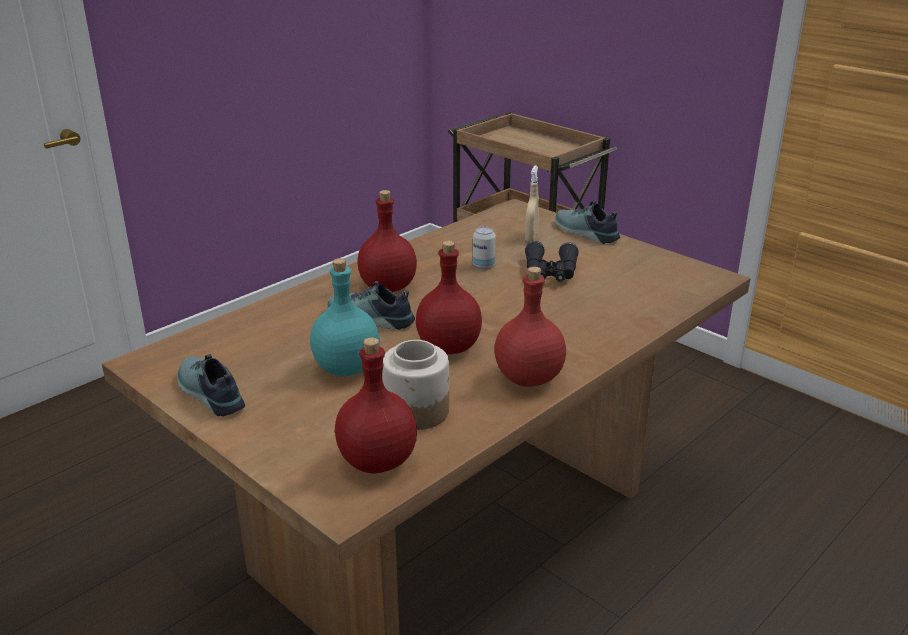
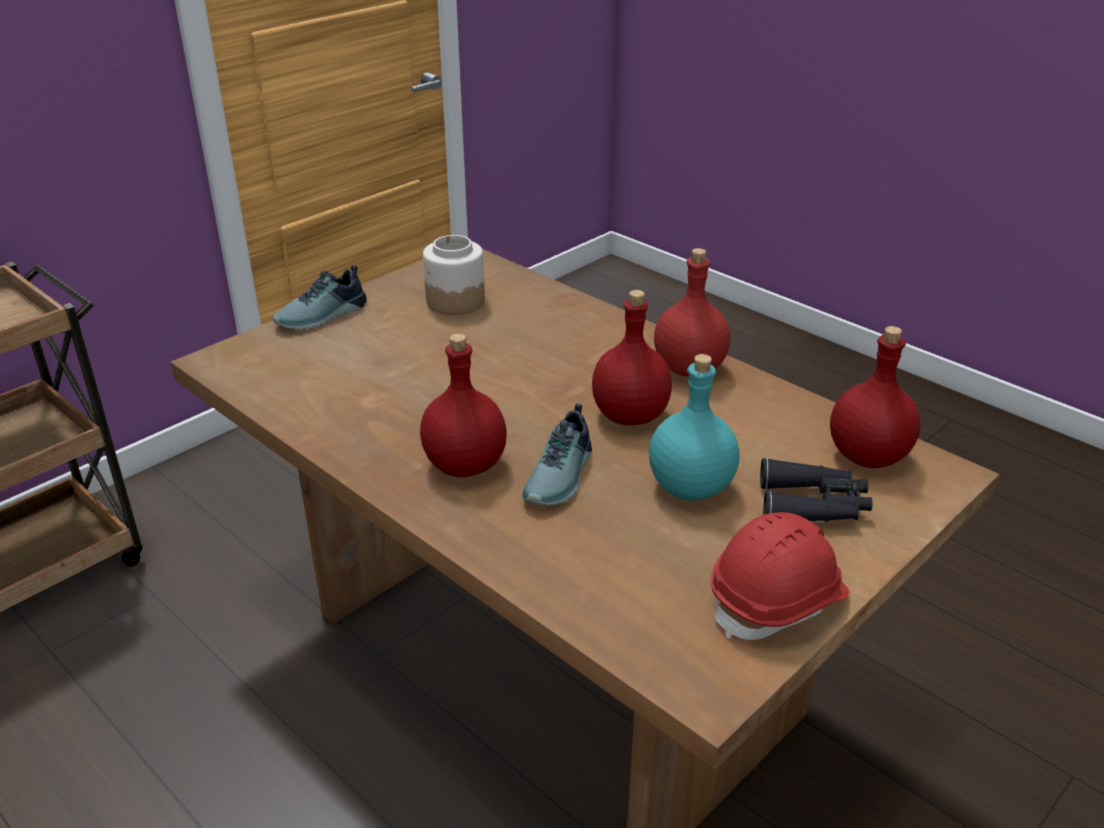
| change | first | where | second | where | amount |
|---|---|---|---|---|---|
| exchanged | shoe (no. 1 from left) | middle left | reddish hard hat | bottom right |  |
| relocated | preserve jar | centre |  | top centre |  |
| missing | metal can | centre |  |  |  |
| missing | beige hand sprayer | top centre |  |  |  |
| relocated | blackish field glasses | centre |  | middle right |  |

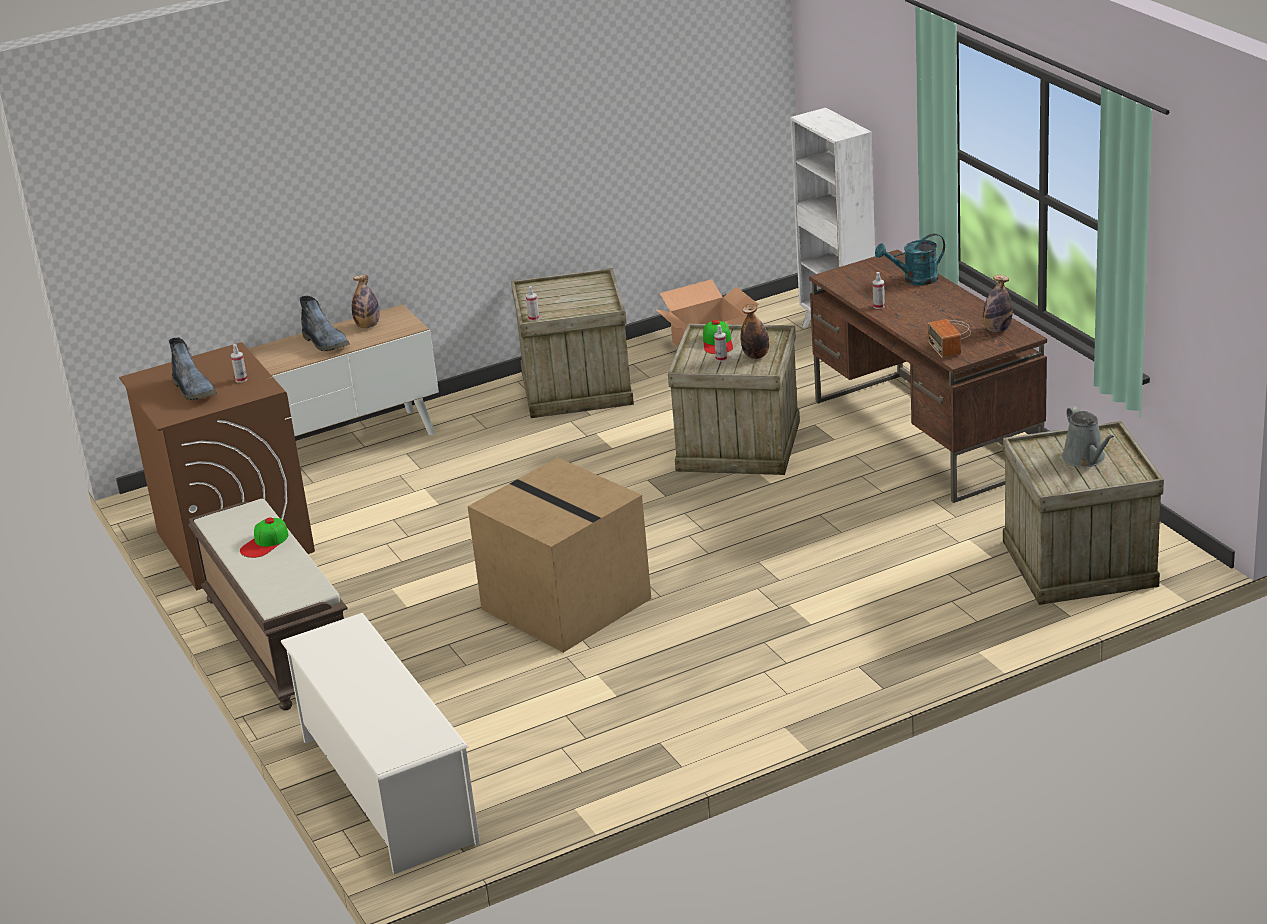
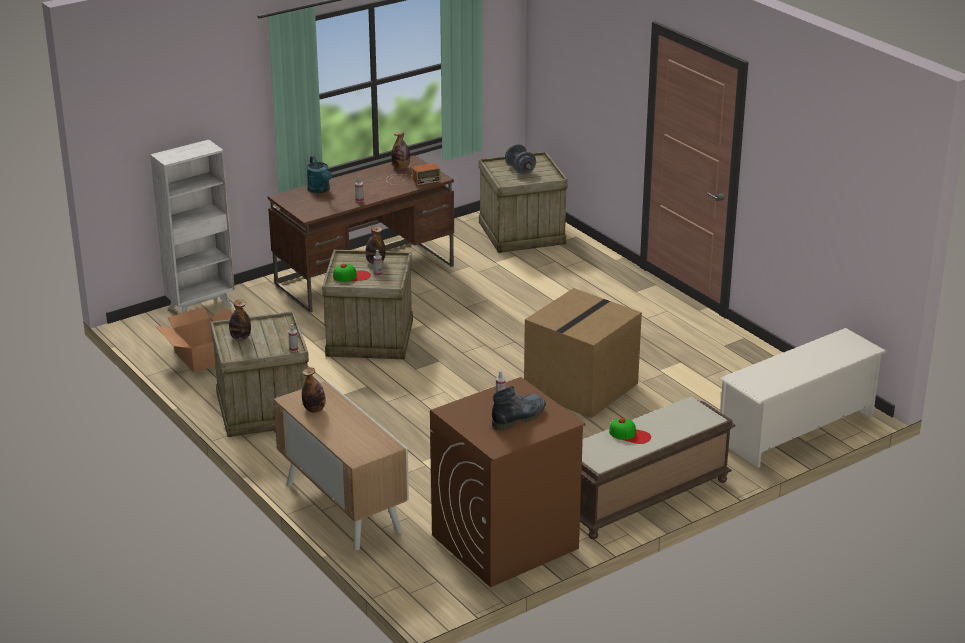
| change | first | where | second | where | amount |
|---|---|---|---|---|---|
| missing | tall boot (no. 2 from left) | middle left |  |  |  |
| exchanged | grey watering can | middle right | grey dumbbell | top centre |  |
| appeared |  |  | drink bottle (no. 1 from left) | middle left |  |

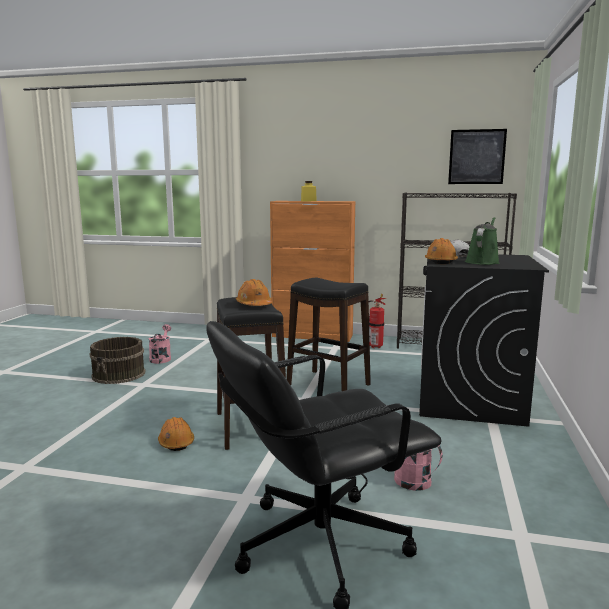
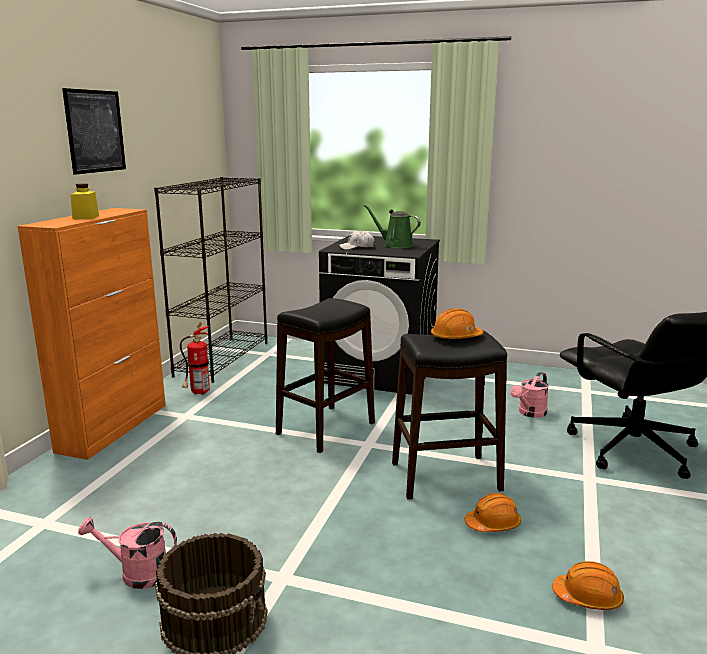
| change | first | where | second | where | amount |
|---|---|---|---|---|---|
| relocated | orange hard hat (no. 3 from left) | middle right |  | bottom right |  |
| relocated | picture | top right |  | top left |  |

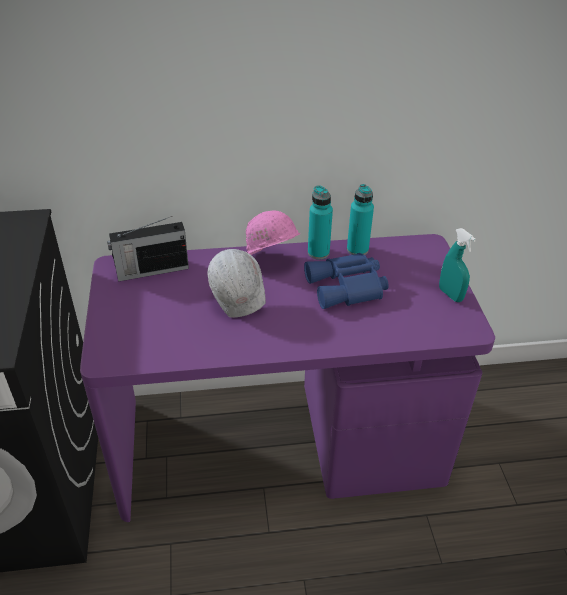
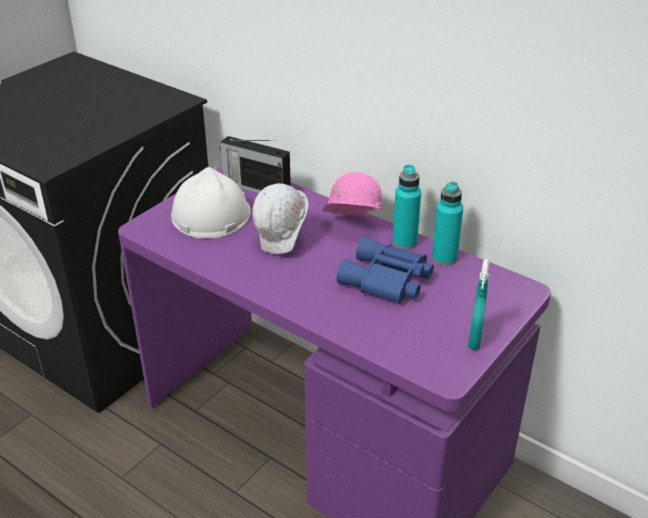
| change | first | where | second | where | amount |
|---|---|---|---|---|---|
| appeared |  |  | white-coloured hard hat (no. 1 from left) | middle left |  |

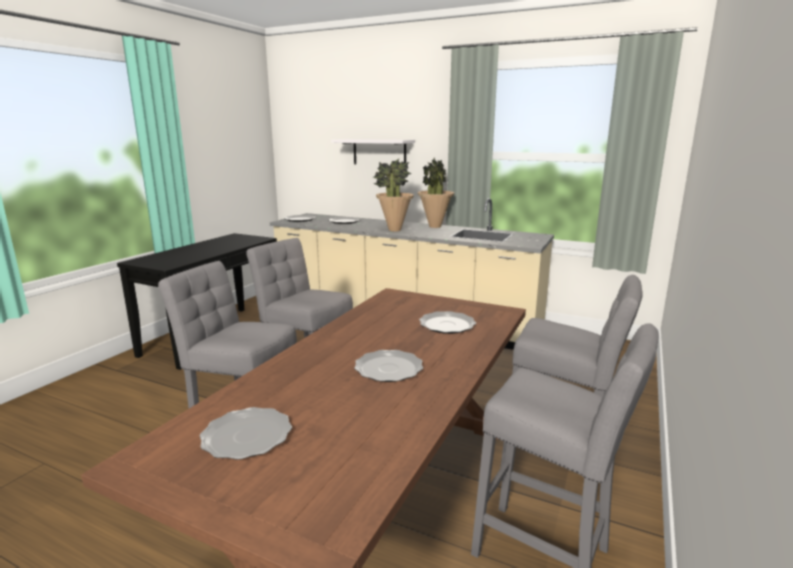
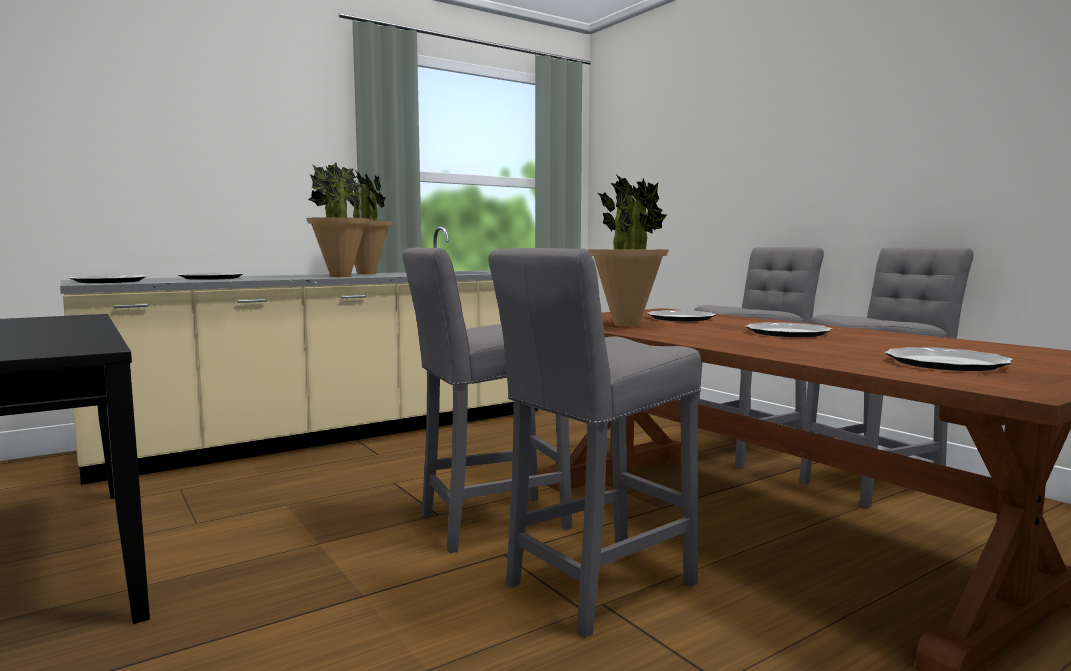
| change | first | where | second | where | amount |
|---|---|---|---|---|---|
| missing | white-coloured shelf | top centre |  |  |  |
| appeared |  |  | plant in a pot (no. 3 from left) | centre |  |

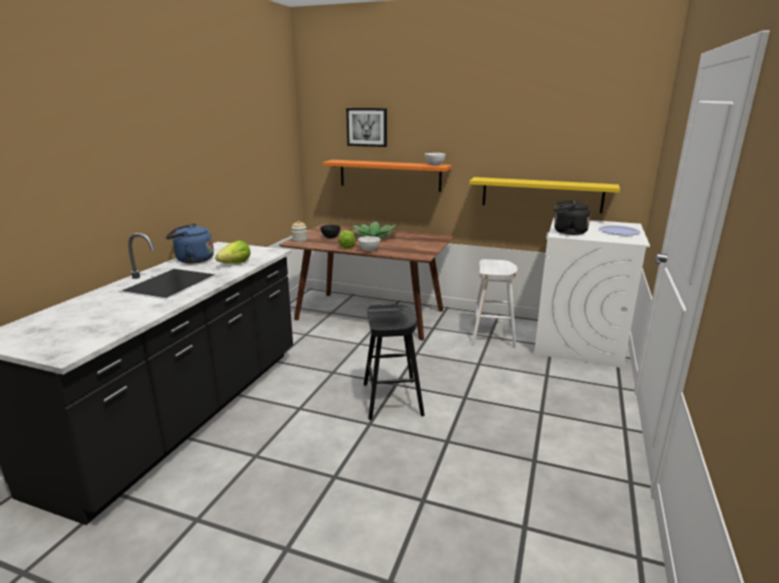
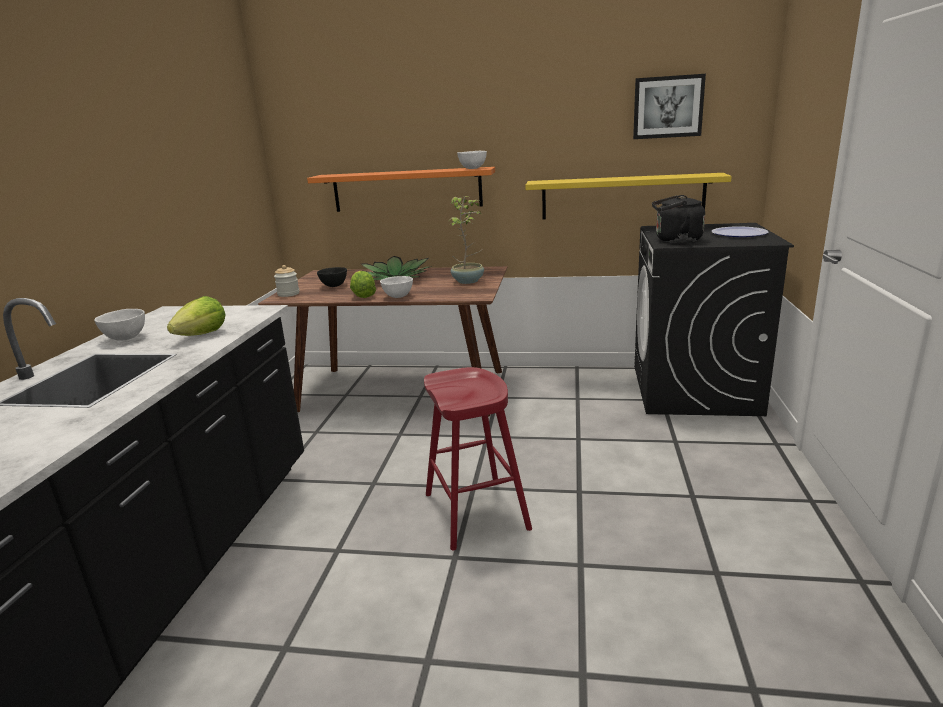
| change | first | where | second | where | amount |
|---|---|---|---|---|---|
| exchanged | blue-coloured tea kettle | middle left | white-coloured deep dish (no. 1 from left) | middle left |  |
| relocated | picture | top centre |  | top right |  |
| colour | blackish stool seat | centre | reddish stool seat | centre |  |
| missing | white-coloured stool seat | centre |  |  |  |
| colour | white-coloured laundry appliance | middle right | blackish laundry appliance | middle right |  |
| appeared |  |  | plant in a pot (no. 2 from left) | centre |  |

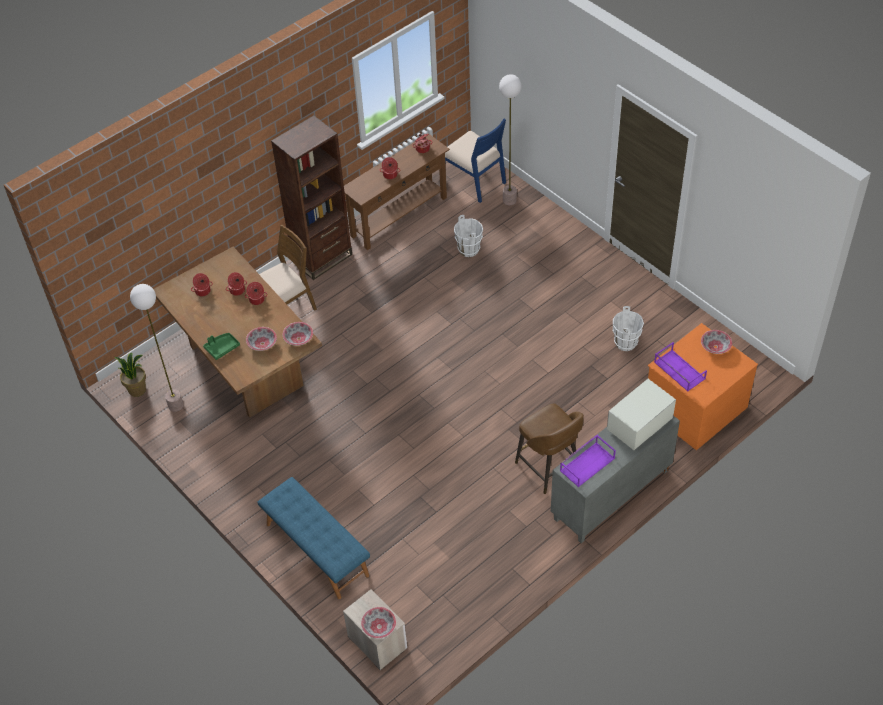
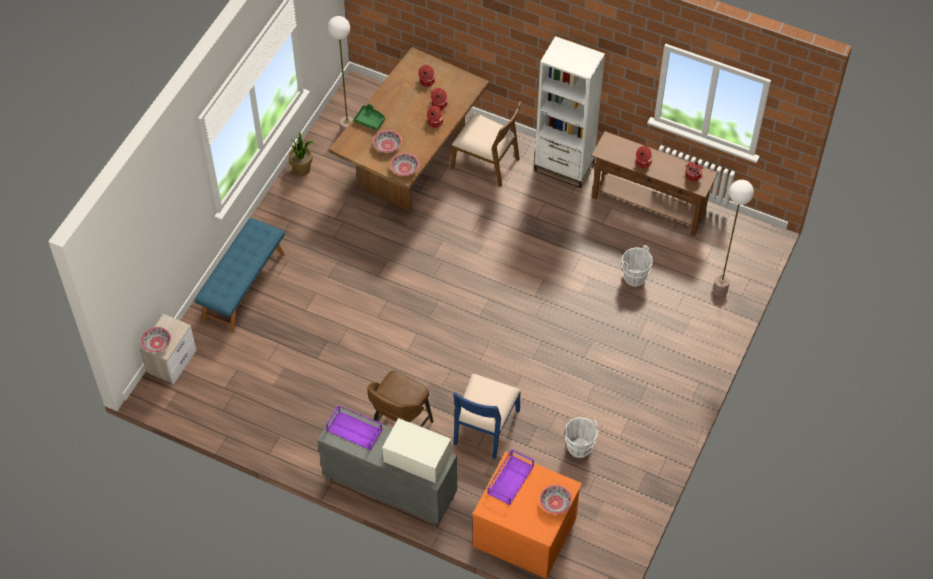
| change | first | where | second | where | amount |
|---|---|---|---|---|---|
| relocated | plant in a pot | middle left |  | top left |  |
| colour | brown-coloured bookcase | top centre | white-coloured bookcase | top centre |  |
| relocated | blue-coloured plain chair | top centre |  | bottom centre |  |

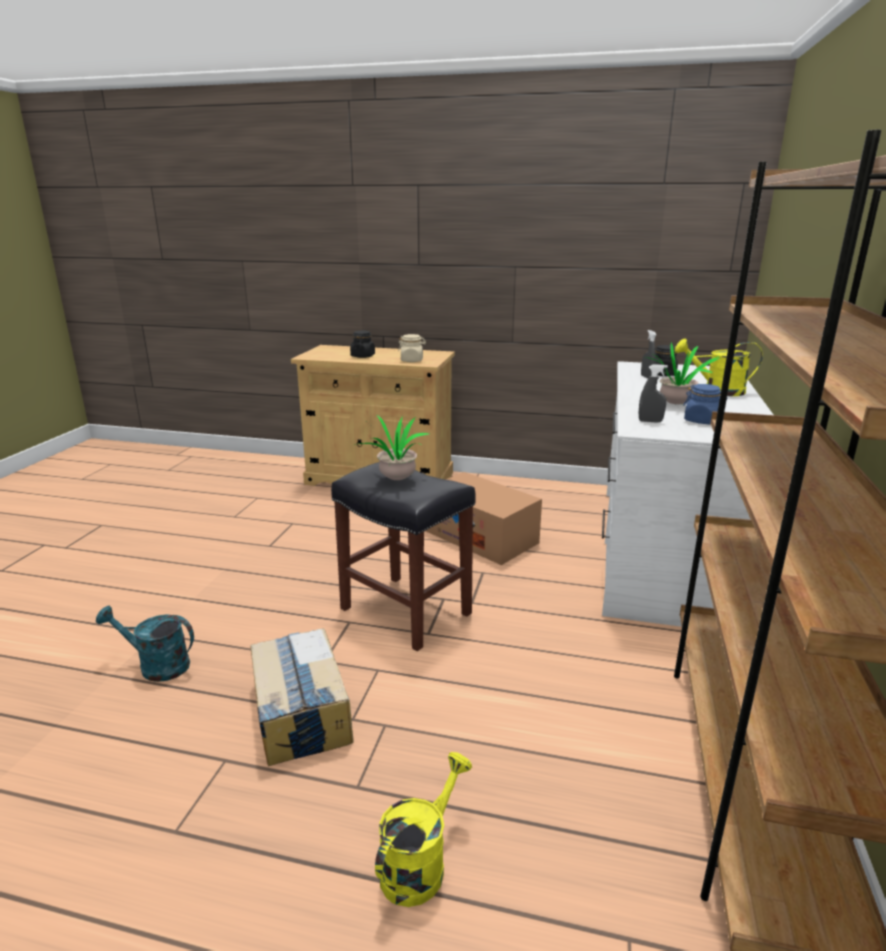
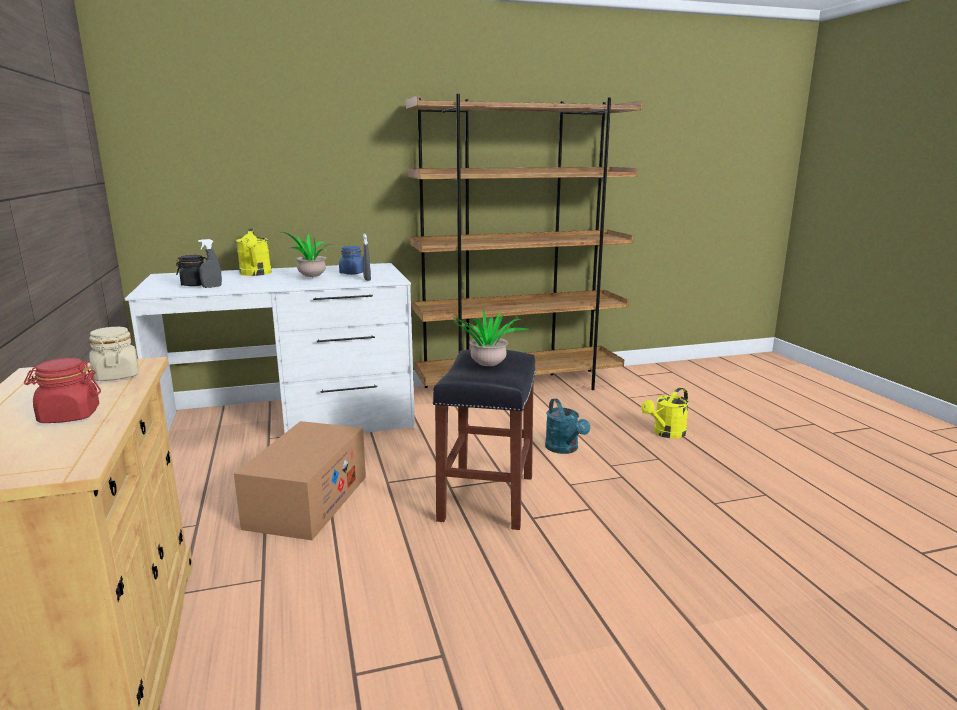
| change | first | where | second | where | amount |
|---|---|---|---|---|---|
| relocated | turquoise watering can | bottom left |  | centre |  |
| missing | carton (no. 1 from left) | bottom centre |  |  |  |
| colour | blackish preserve jar (no. 1 from left) | centre | reddish preserve jar | middle left |  |
| spun | yellow watering can (no. 1 from left in the first image) | bottom centre | yellow watering can (no. 2 from left) | middle right | 45 degrees counterclockwise |

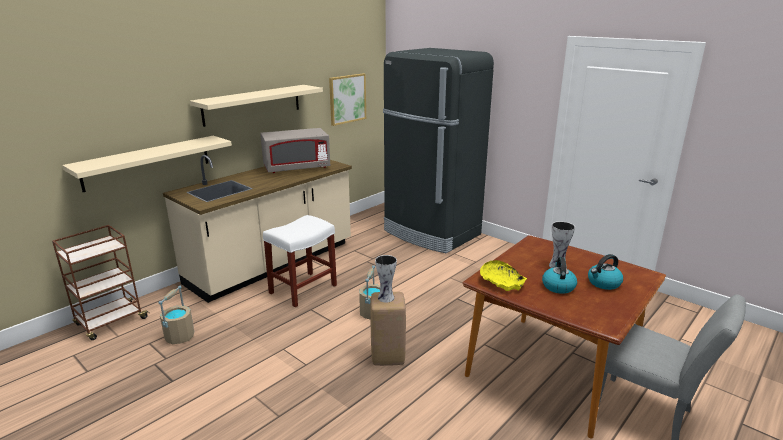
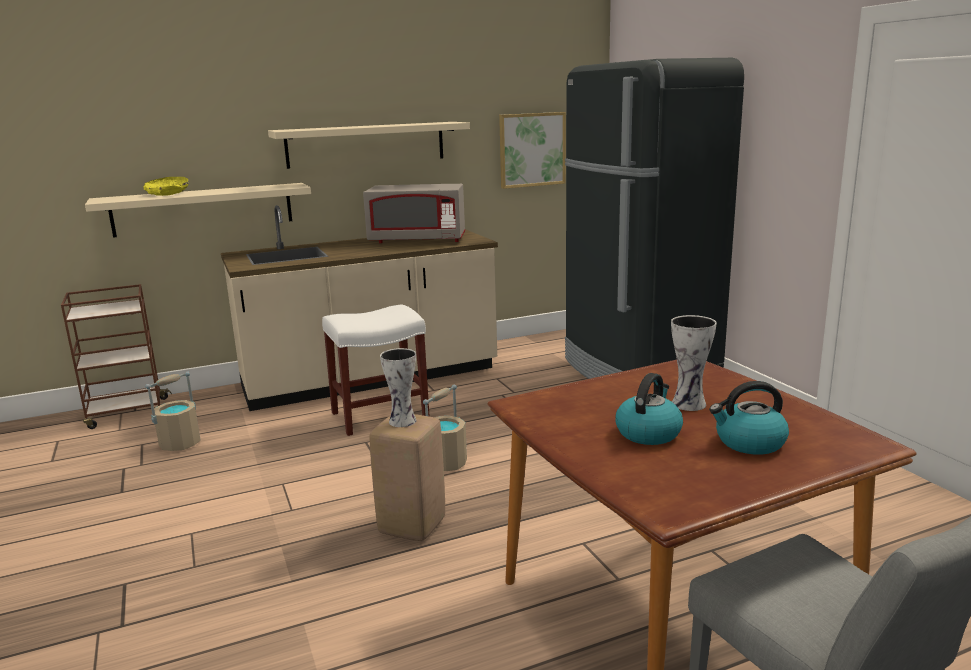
| change | first | where | second | where | amount |
|---|---|---|---|---|---|
| relocated | yellow deep dish | centre |  | top left |  |

